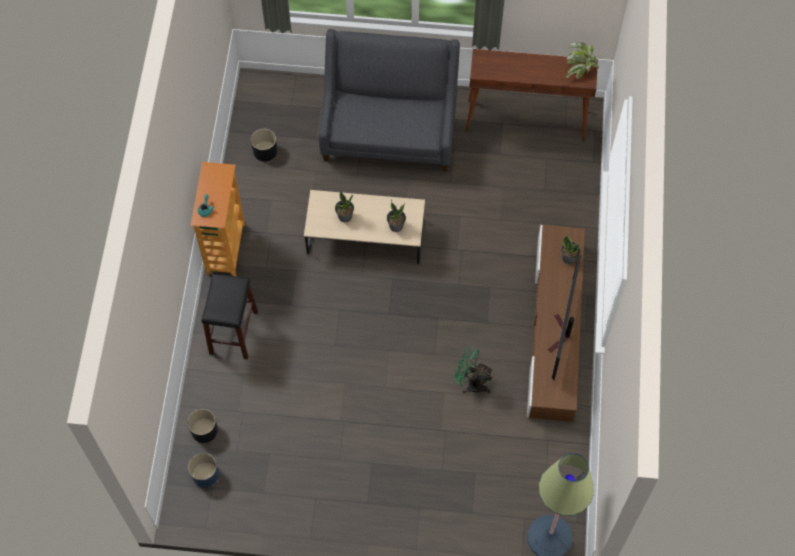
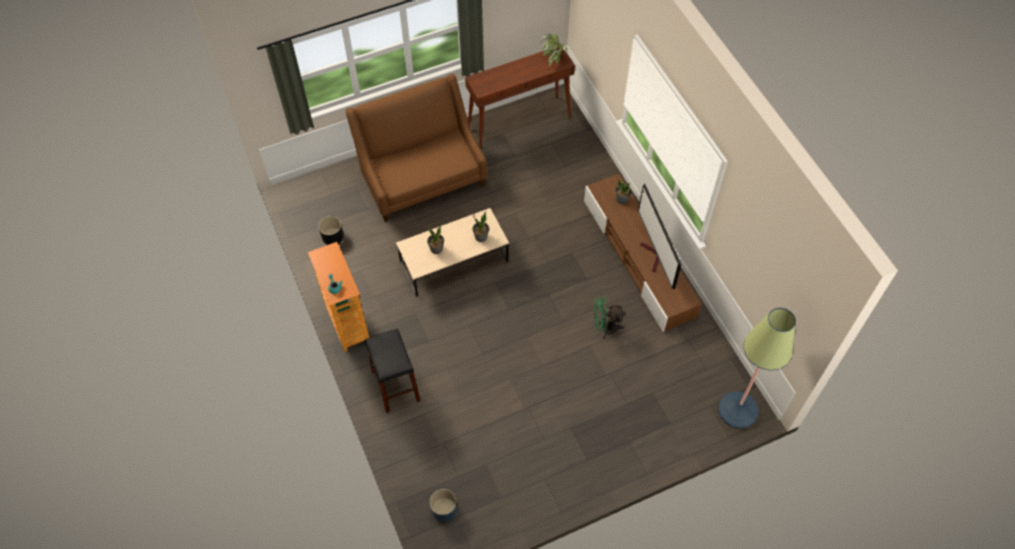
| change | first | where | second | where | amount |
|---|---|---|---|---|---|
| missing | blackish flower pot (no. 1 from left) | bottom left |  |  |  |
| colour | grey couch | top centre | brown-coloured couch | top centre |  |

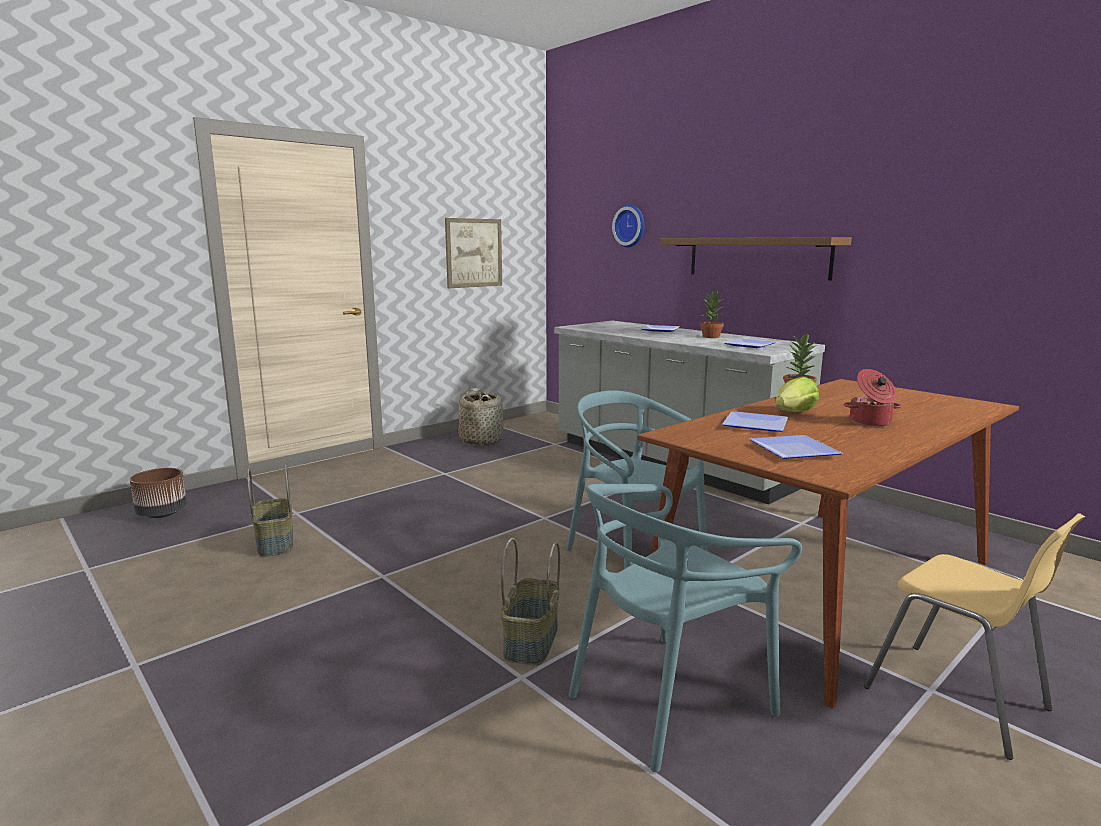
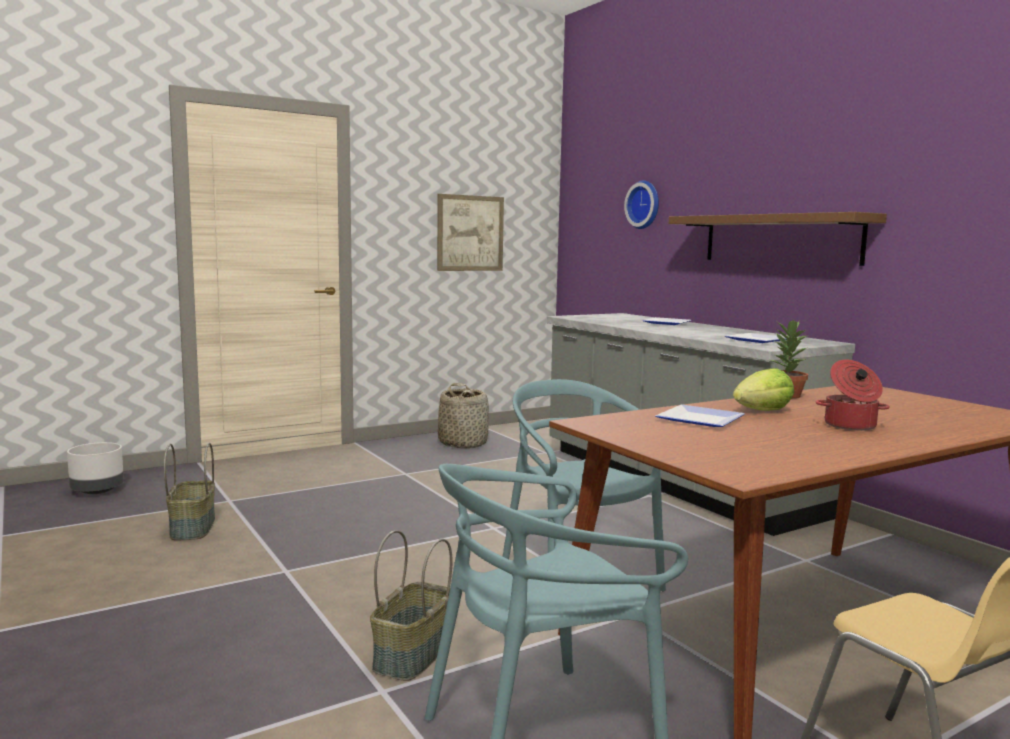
| change | first | where | second | where | amount |
|---|---|---|---|---|---|
| colour | brown-coloured flower pot | middle left | grey flower pot | middle left |  |
| missing | plant in a pot (no. 1 from left) | centre |  |  |  |
| missing | flat dish (no. 4 from left) | middle right |  |  |  |

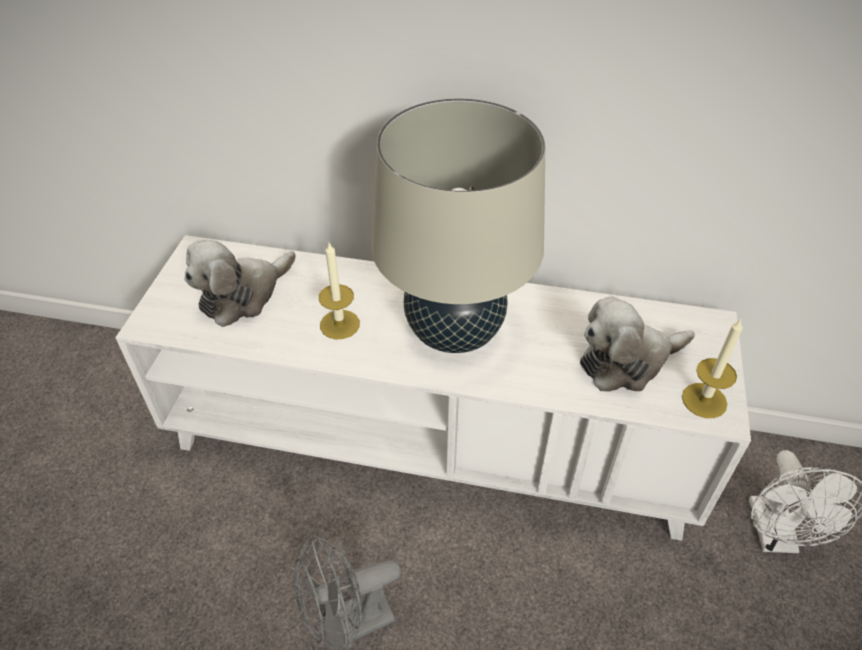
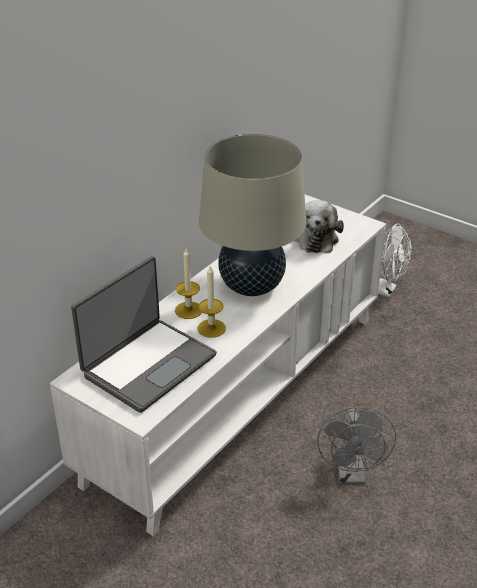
| change | first | where | second | where | amount |
|---|---|---|---|---|---|
| exchanged | cuddly toy (no. 1 from left) | middle left | portable computer | middle left |  |
| relocated | wax light (no. 2 from left in the first image) | middle right | wax light (no. 1 from left) | centre |  |

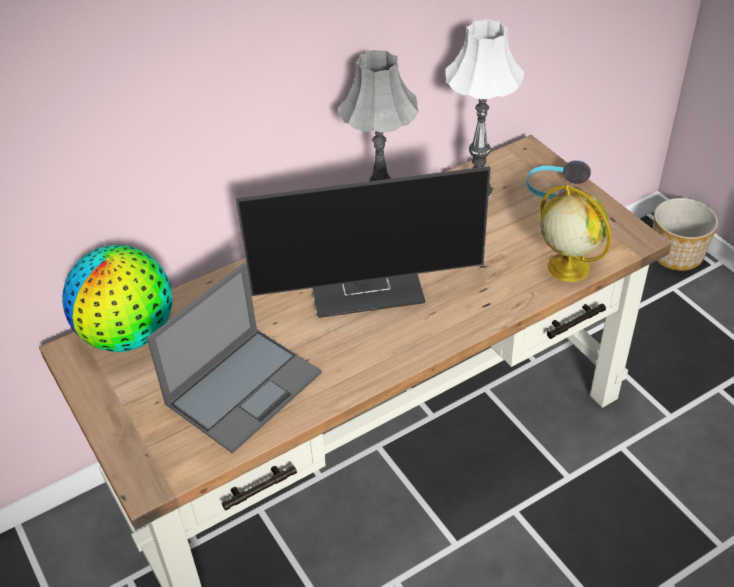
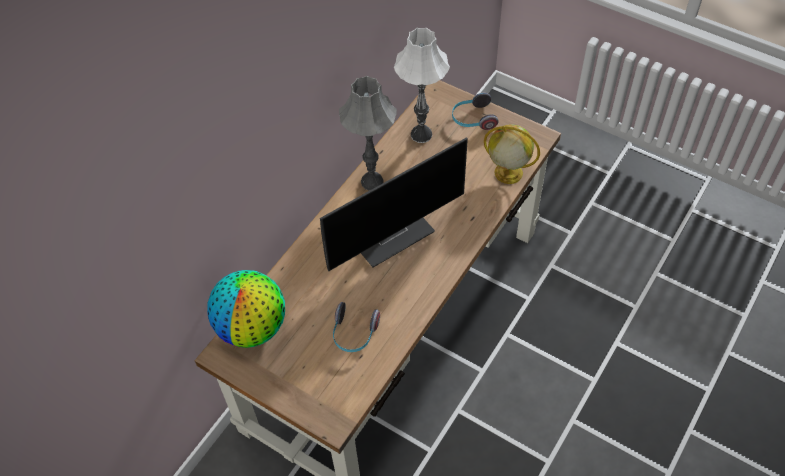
| change | first | where | second | where | amount |
|---|---|---|---|---|---|
| exchanged | portable computer | middle left | headset (no. 1 from left) | bottom centre |  |
| missing | flower pot | middle right |  |  |  |

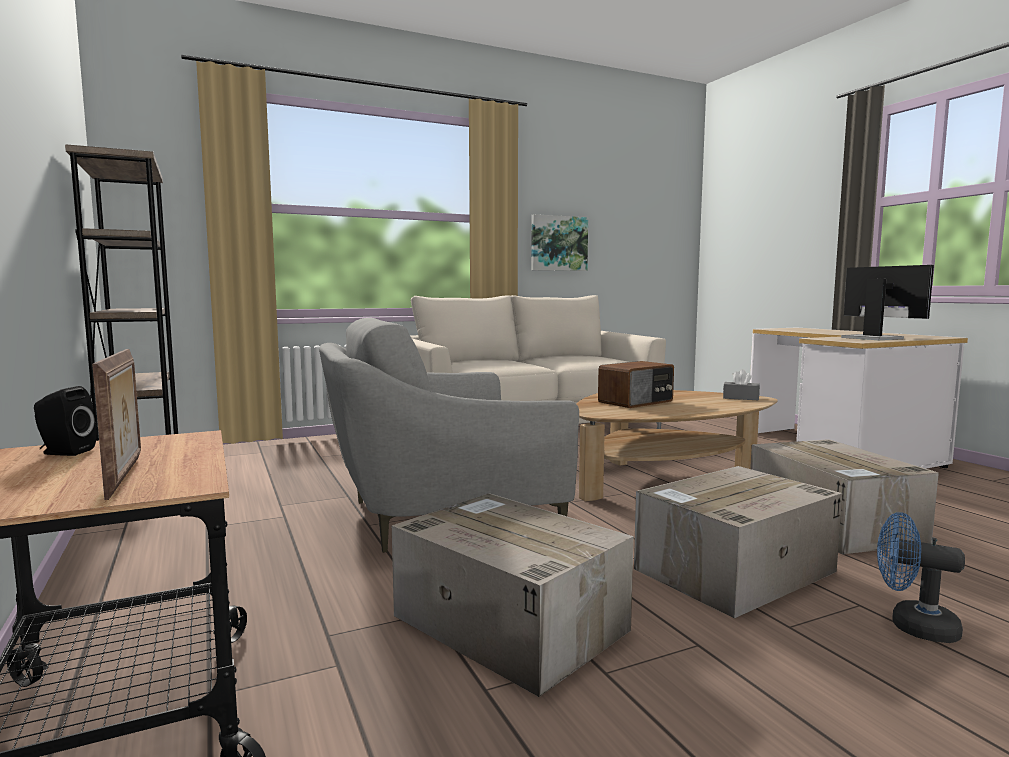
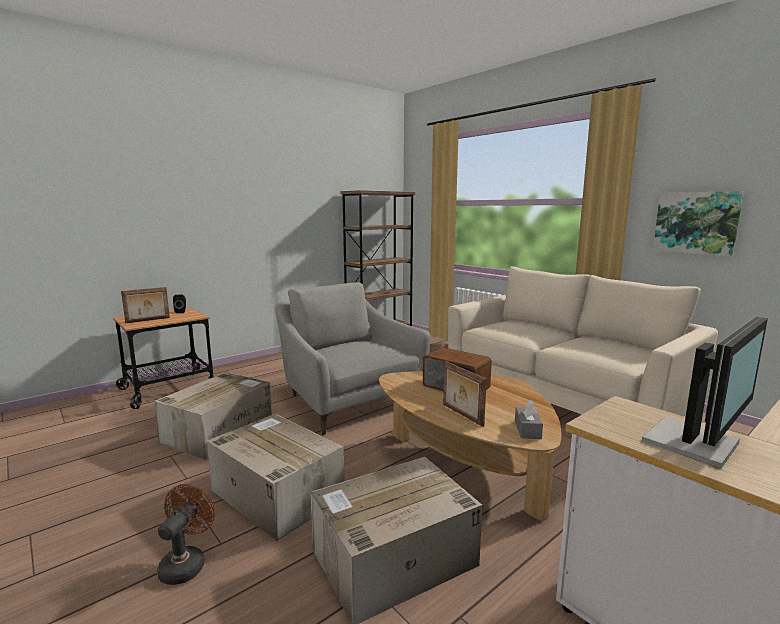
| change | first | where | second | where | amount |
|---|---|---|---|---|---|
| colour | blue-coloured cooling fan | bottom right | brown-coloured cooling fan | bottom left |  |
| appeared |  |  | standing frame (no. 2 from left) | centre |  |

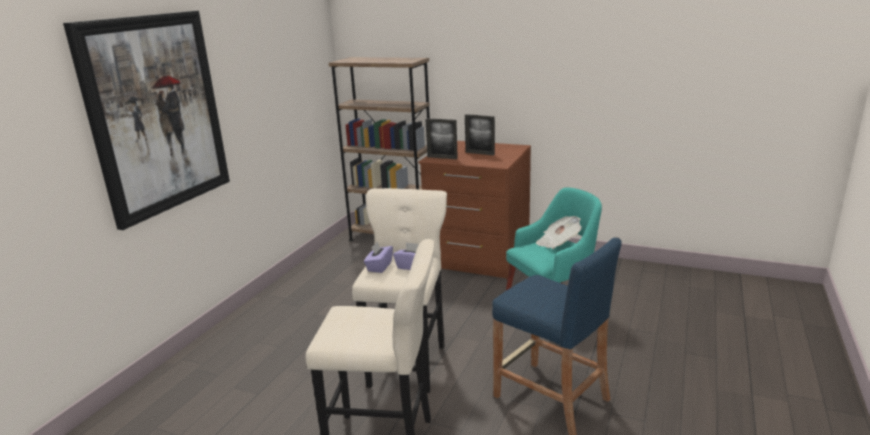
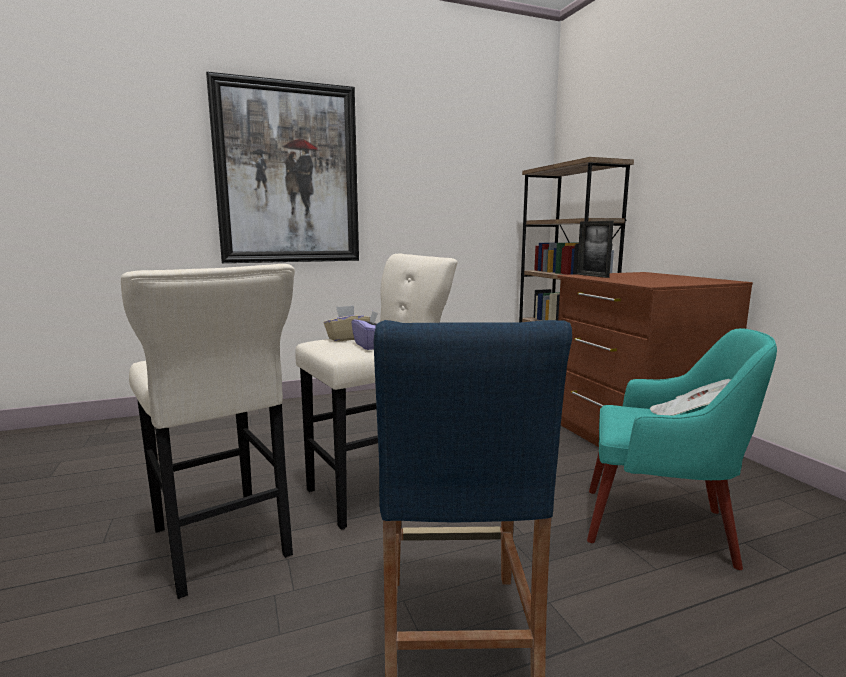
| change | first | where | second | where | amount |
|---|---|---|---|---|---|
| colour | purple tissue holder (no. 1 from left) | centre | beige tissue holder | centre |  |
| missing | standing frame (no. 2 from left) | top centre |  |  |  |

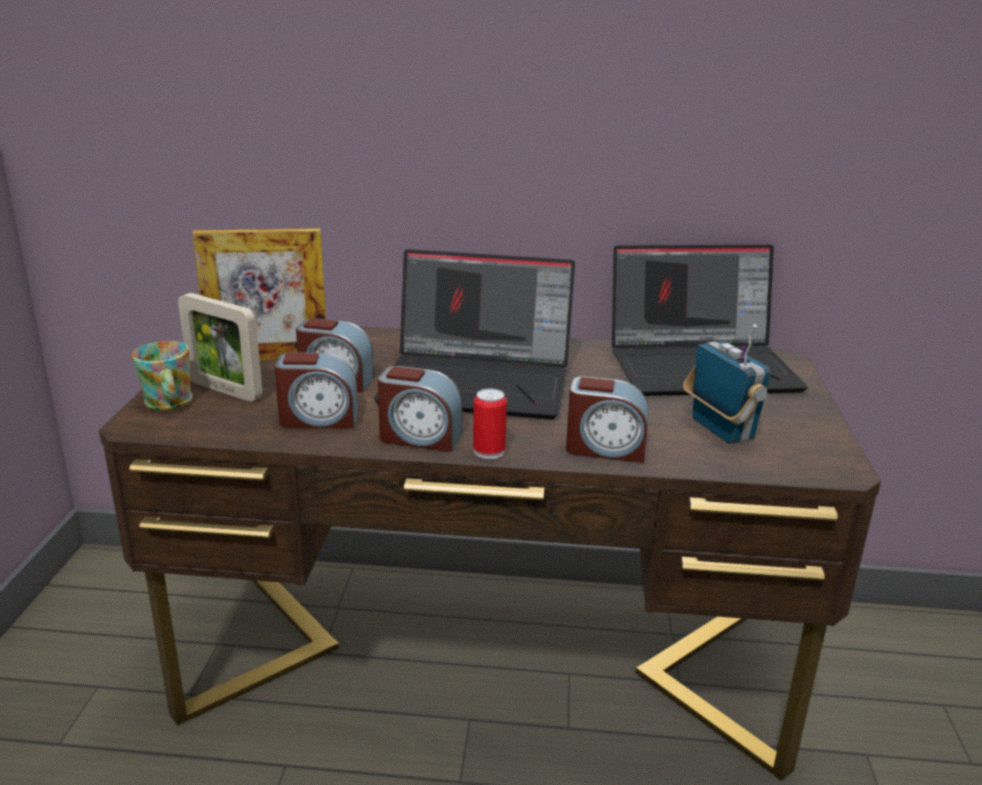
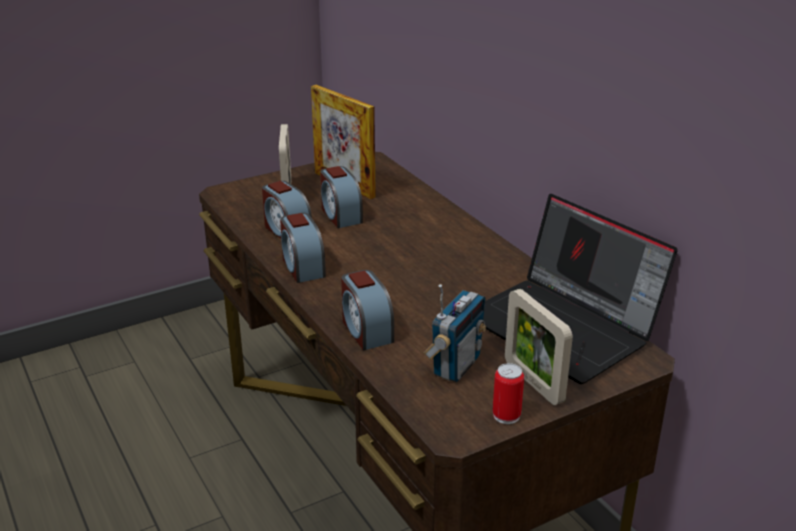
| change | first | where | second | where | amount |
|---|---|---|---|---|---|
| missing | mug | middle left |  |  |  |
| missing | portable computer (no. 1 from left) | centre |  |  |  |
| relocated | metal can | centre |  | bottom centre |  |
| appeared |  |  | standing frame (no. 3 from left) | middle right |  |

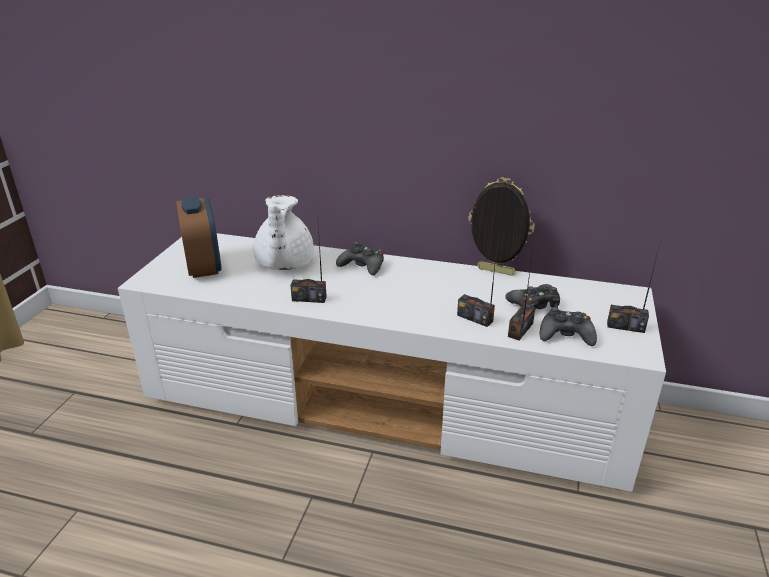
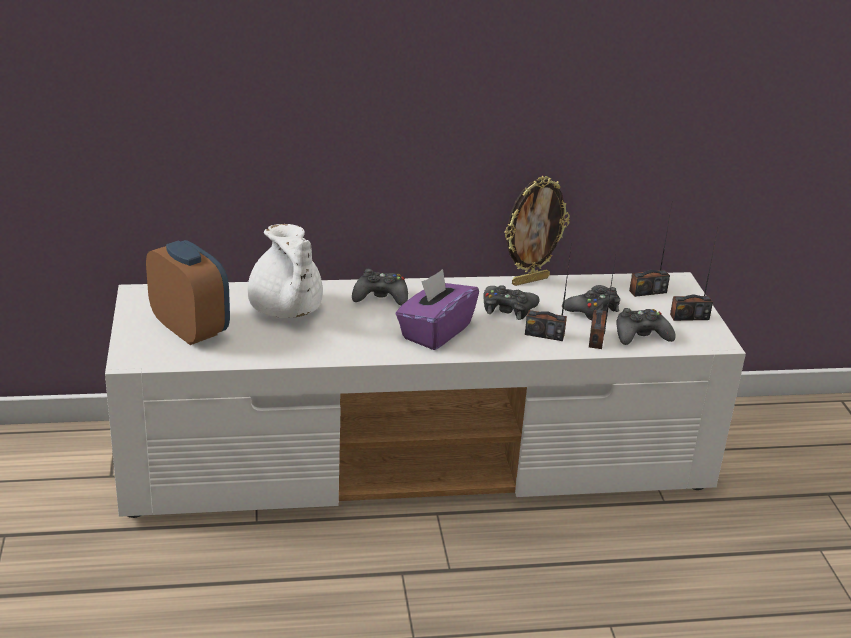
| change | first | where | second | where | amount |
|---|---|---|---|---|---|
| relocated | radio receiver (no. 1 from left in the first image) | centre | radio receiver (no. 3 from left) | middle right |  |
| spun | standing frame | centre |  | centre | 150 degrees clockwise |
| appeared |  |  | purple tissue holder | centre |  |
| appeared |  |  | blackish game controller (no. 2 from left) | centre |  |

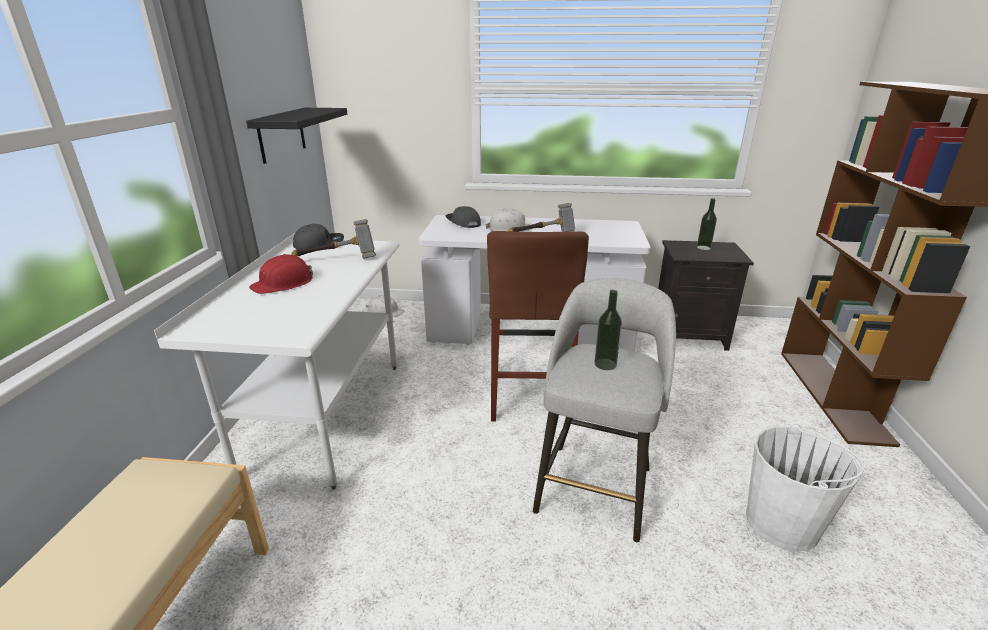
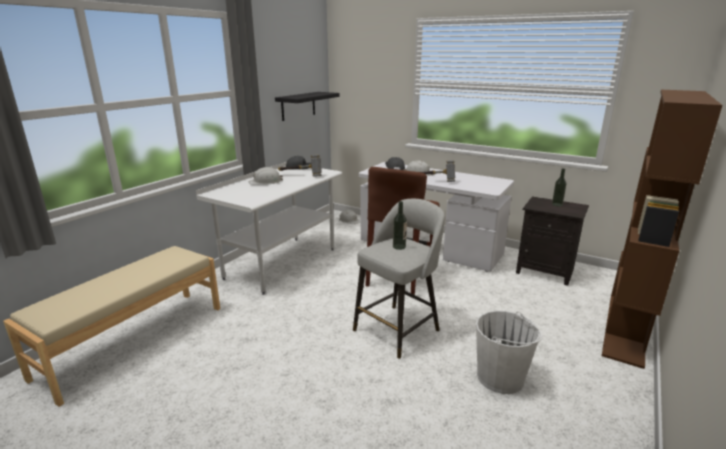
| change | first | where | second | where | amount |
|---|---|---|---|---|---|
| colour | reddish hard hat | middle left | white-coloured hard hat (no. 1 from left) | centre |  |

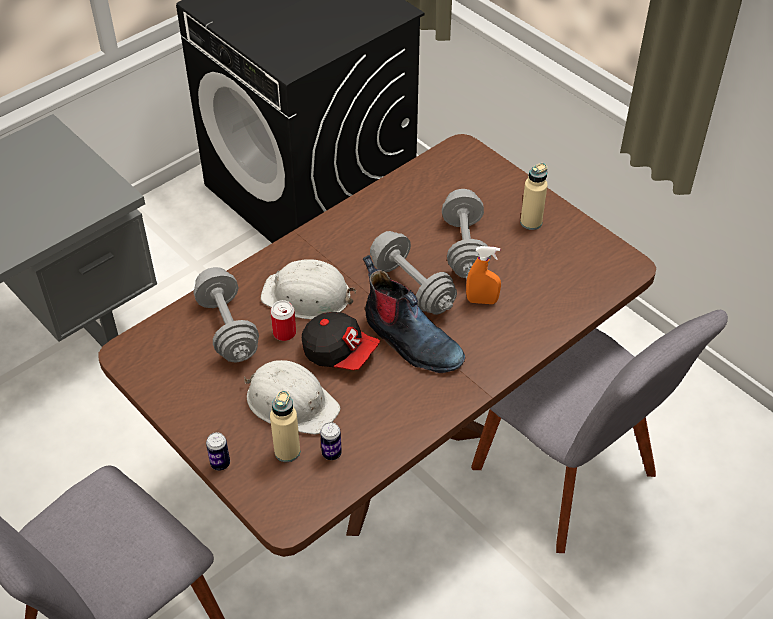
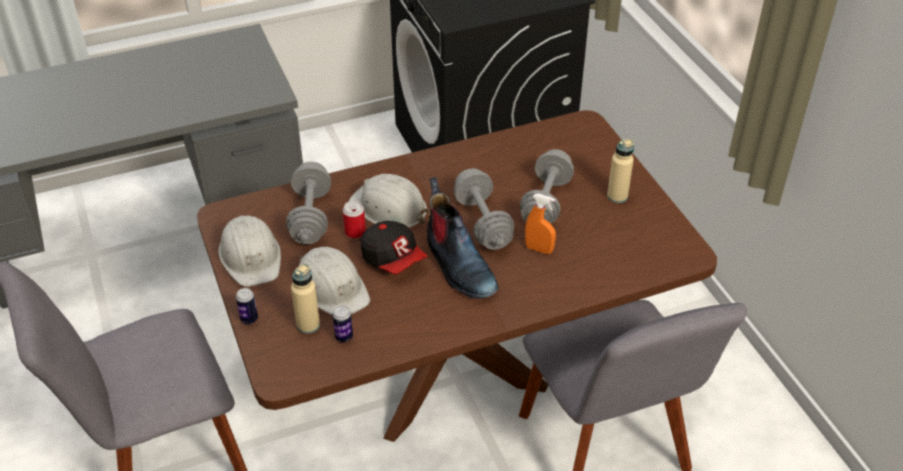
| change | first | where | second | where | amount |
|---|---|---|---|---|---|
| appeared |  |  | white-coloured hard hat (no. 1 from left) | middle left |  |

